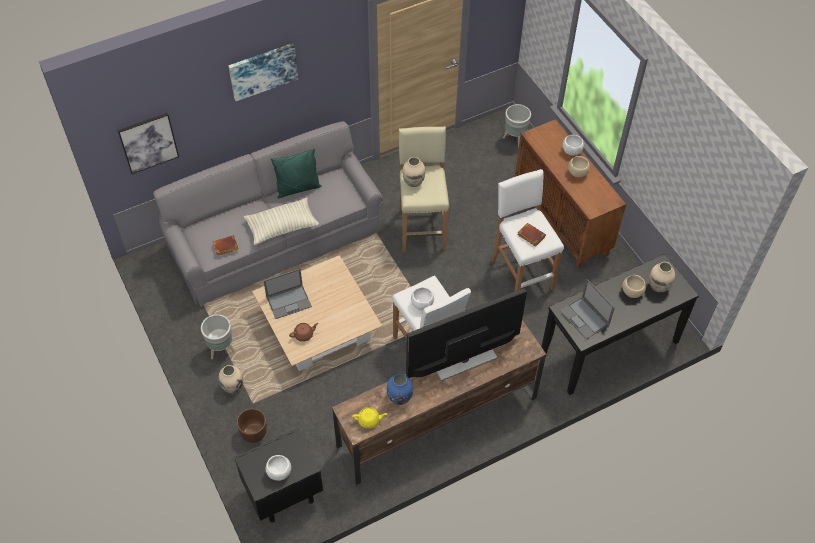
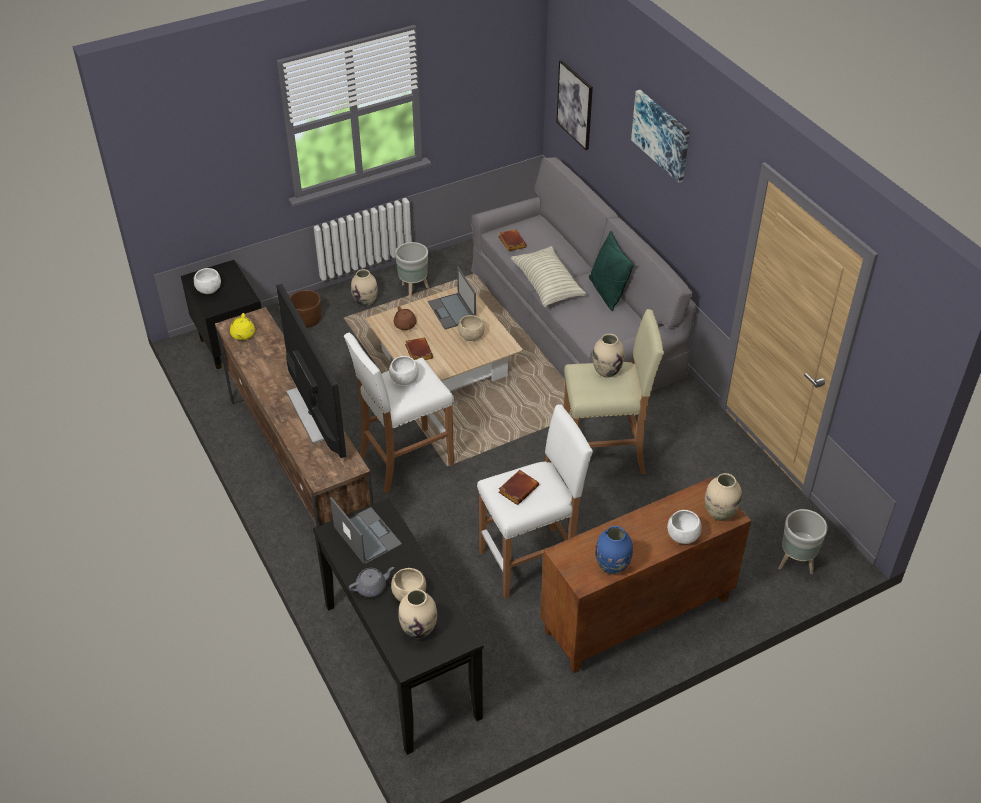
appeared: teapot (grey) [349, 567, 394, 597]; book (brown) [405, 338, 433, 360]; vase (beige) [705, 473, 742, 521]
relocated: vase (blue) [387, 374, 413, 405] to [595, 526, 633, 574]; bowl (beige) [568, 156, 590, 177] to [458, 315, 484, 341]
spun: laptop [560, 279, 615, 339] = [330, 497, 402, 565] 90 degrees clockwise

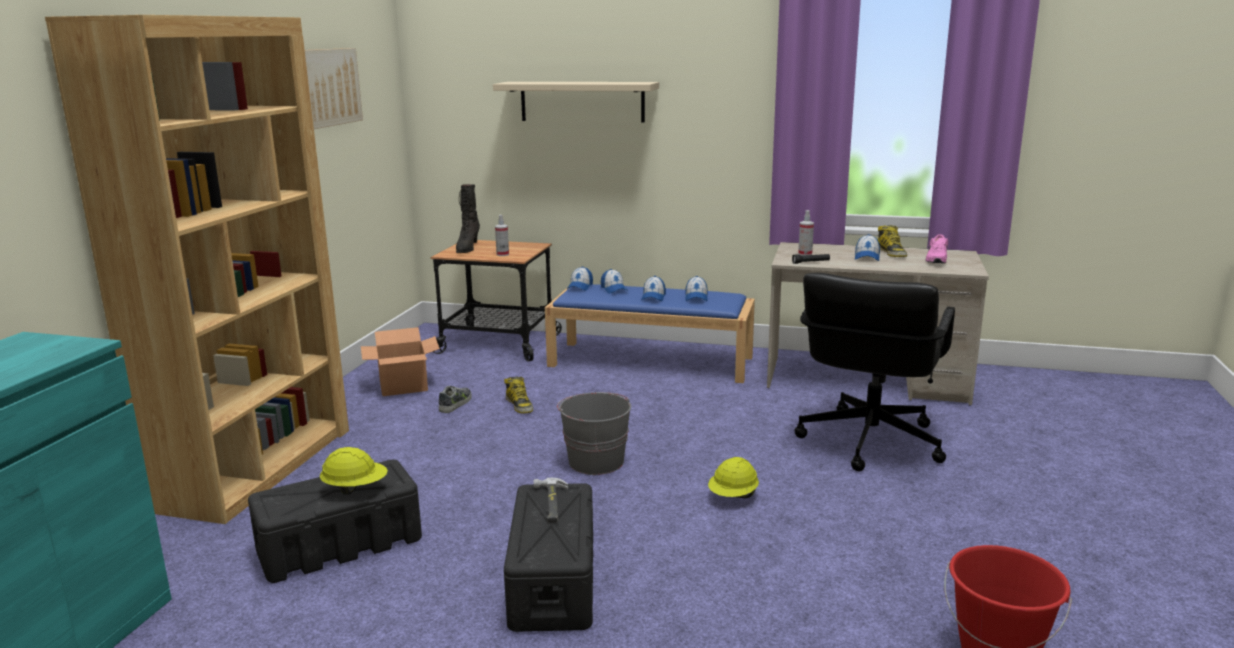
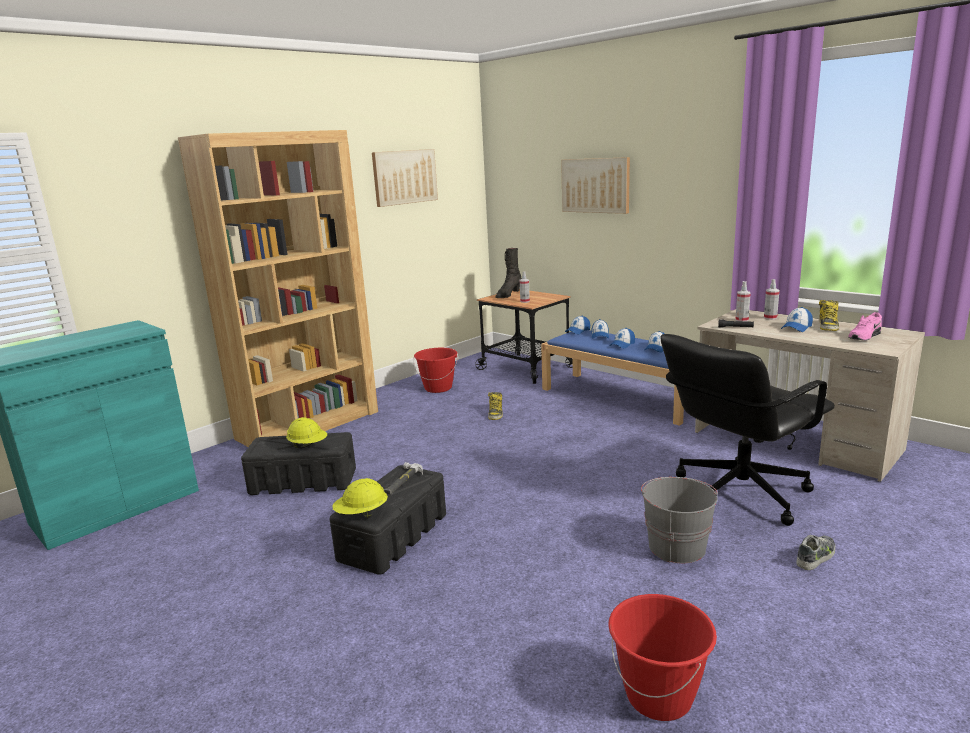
appeared: spray bottle [764, 279, 780, 320]
relocated: shoe [439, 386, 472, 413] to [796, 535, 835, 570]; bucket (grey) [557, 392, 631, 475] to [641, 477, 718, 563]; hard hat (yellow) [708, 457, 759, 498] to [332, 478, 388, 518]
exchanged: cardboard box [361, 327, 440, 396] to bucket (red) [413, 348, 458, 393]; shelf (beige) [493, 82, 659, 122] to picture [561, 157, 630, 214]

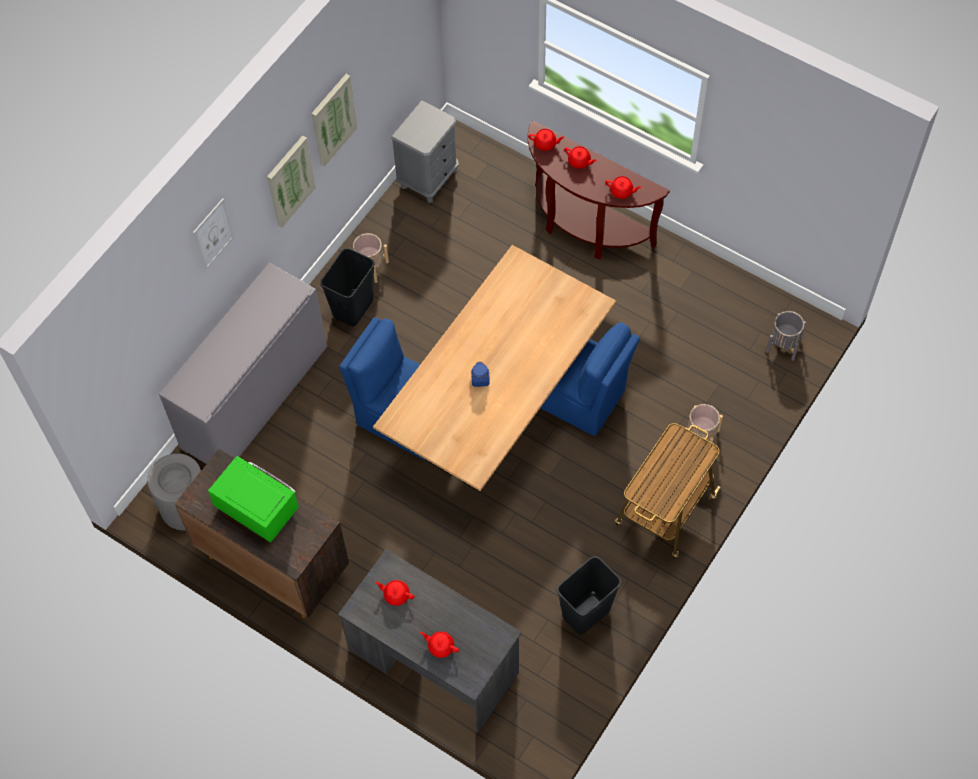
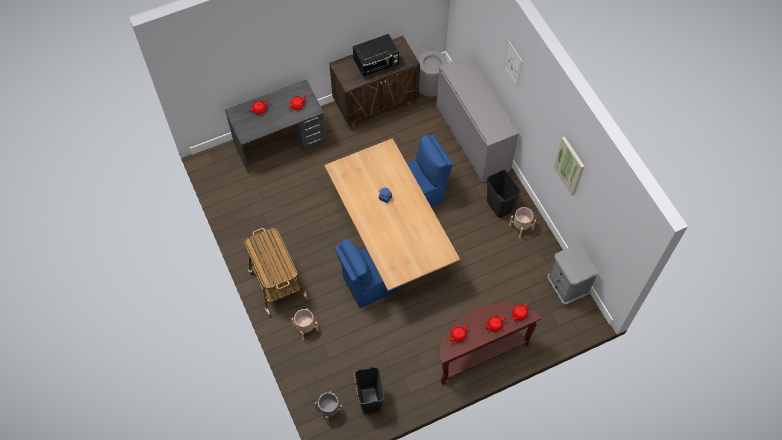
missing: picture [267, 135, 316, 228]
relocated: trash can (black) [557, 556, 622, 635] to [354, 367, 385, 414]
colour: microwave (green) [208, 456, 299, 543] to microwave (black) [353, 34, 399, 77]

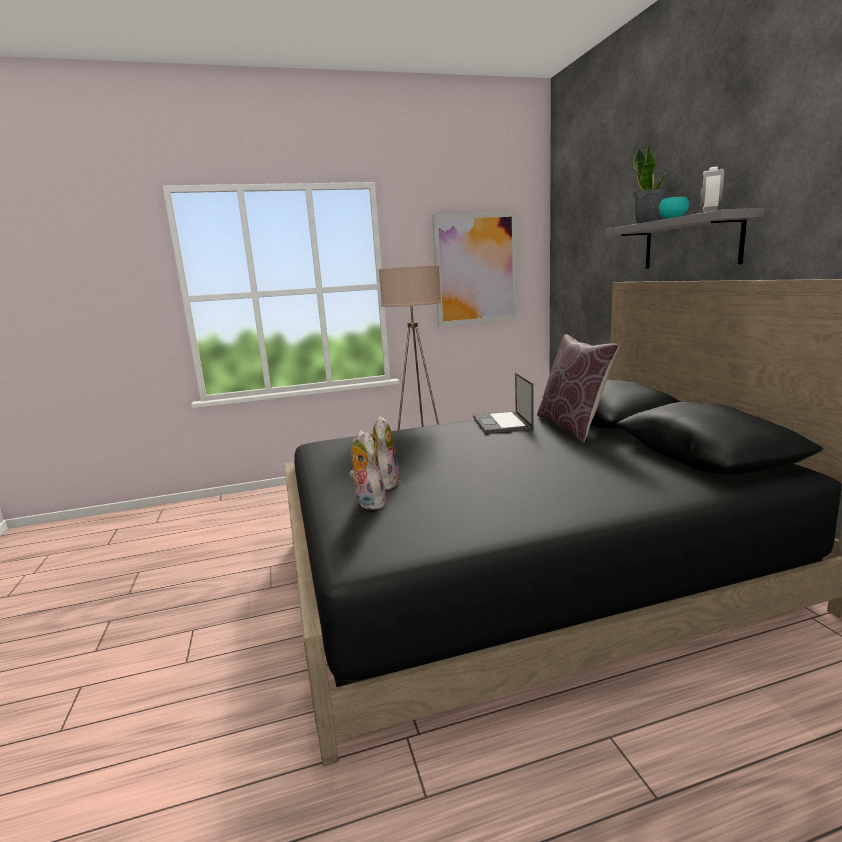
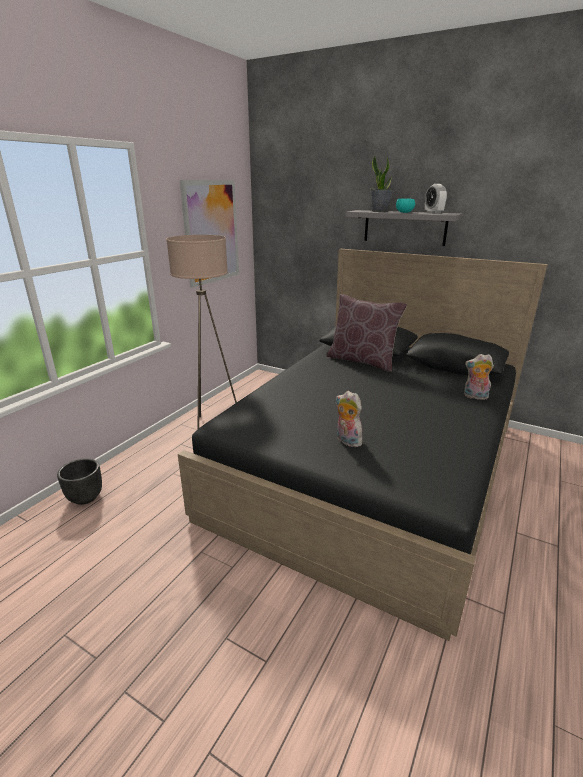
missing: laptop [473, 372, 534, 434]
appeared: planter (black) [57, 458, 102, 505]
relocated: plush toy [349, 430, 386, 510] to [464, 354, 494, 400]

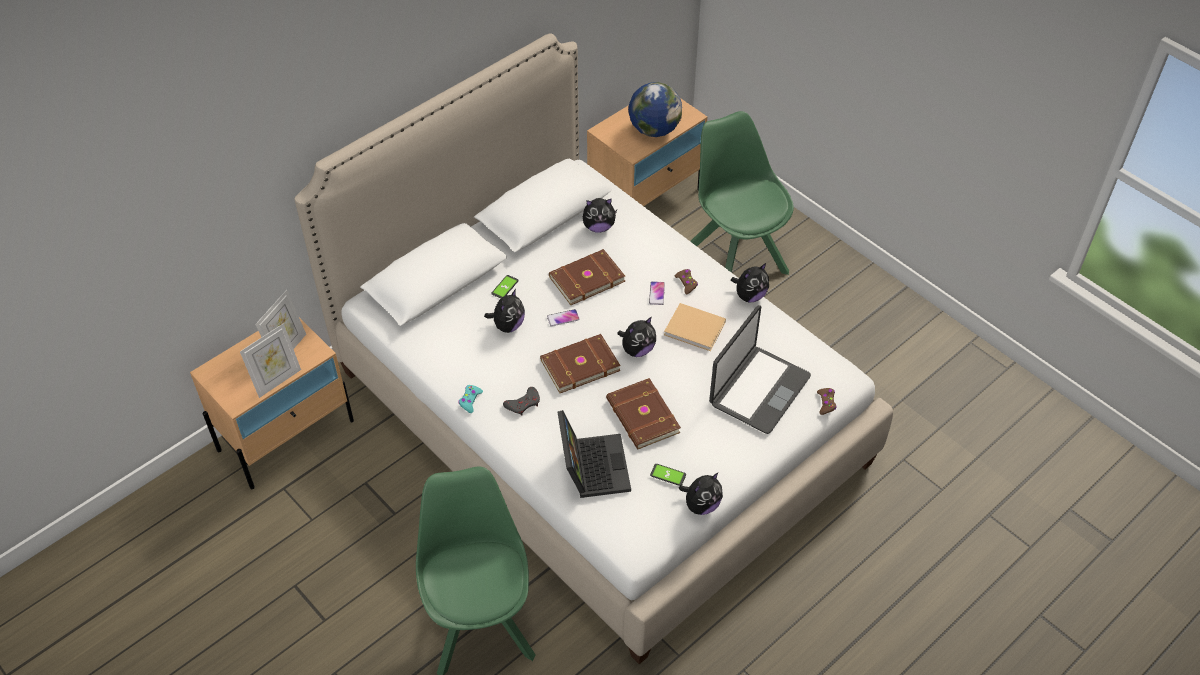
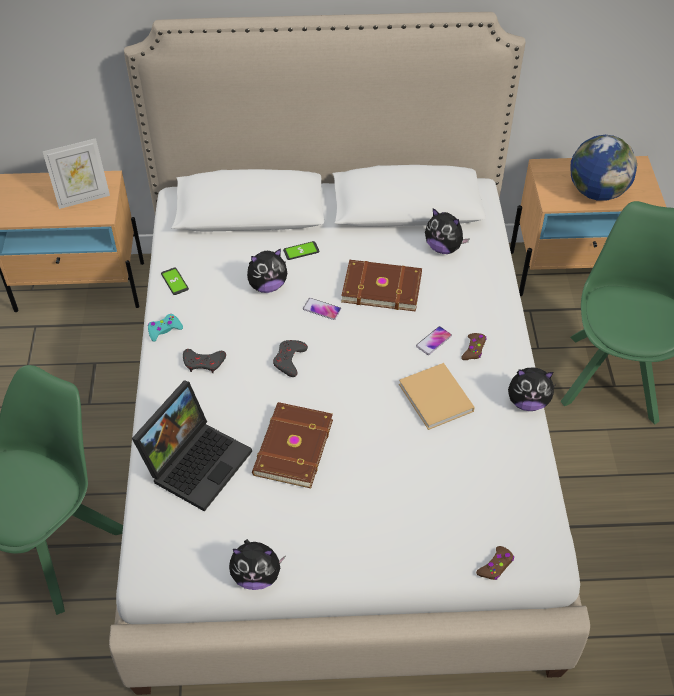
missing: picture frame [240, 323, 301, 398]; plush toy [617, 317, 656, 357]; laptop [709, 305, 811, 434]
relocated: phone [650, 464, 686, 486] to [161, 268, 189, 295]
exchanged: book (brown) [540, 334, 621, 393] to game controller (grey) [273, 340, 308, 377]

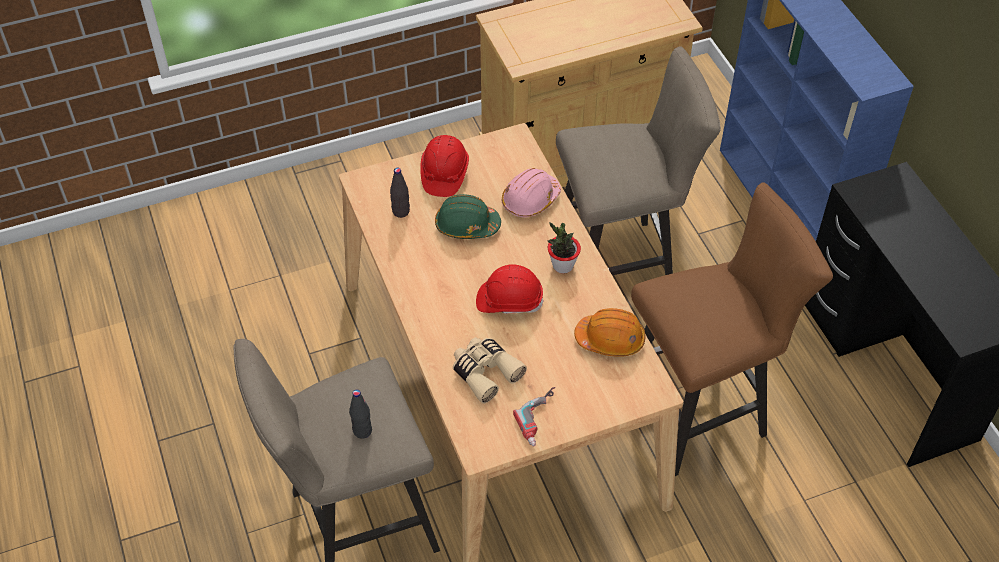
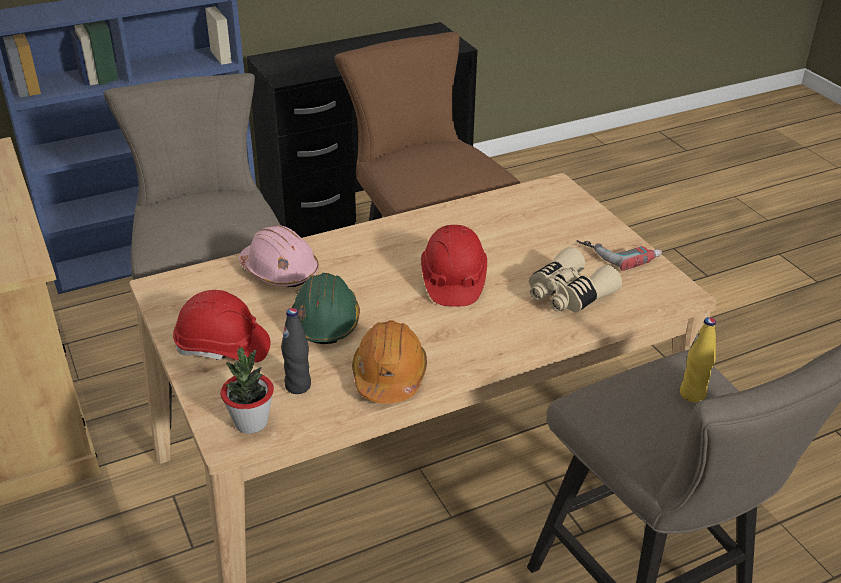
relocated: potted plant [547, 222, 581, 274] to [221, 347, 274, 434]; hard hat (orange) [574, 308, 645, 357] to [352, 320, 427, 404]
colour: bottle (black) [349, 389, 372, 439] to bottle (yellow) [680, 317, 716, 403]

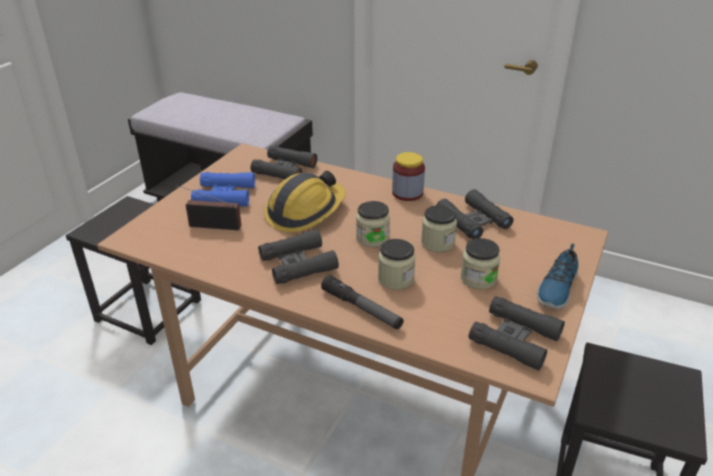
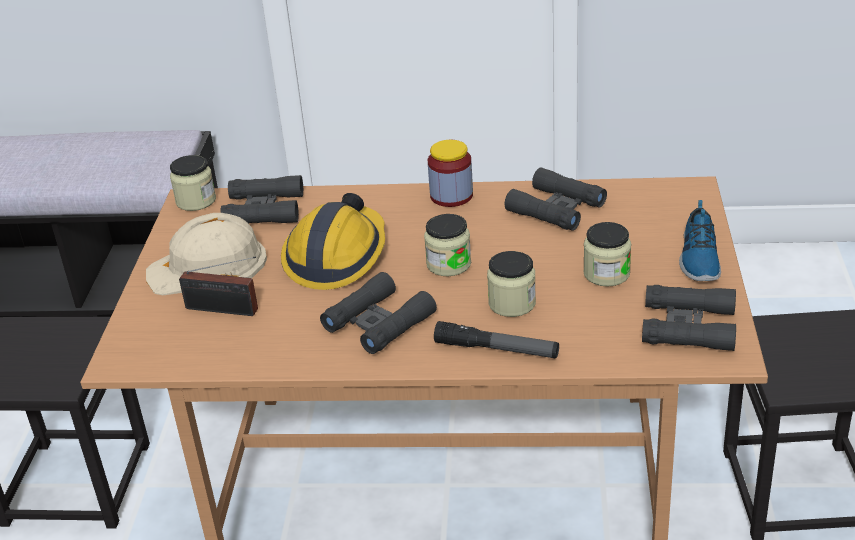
relocated: jar [421, 205, 457, 252] to [170, 155, 216, 211]
exchanged: binoculars (blue) [191, 172, 255, 207] to hard hat (beige) [146, 213, 267, 295]
spun: radio [177, 185, 241, 230] = [179, 257, 258, 316] 150 degrees counterclockwise

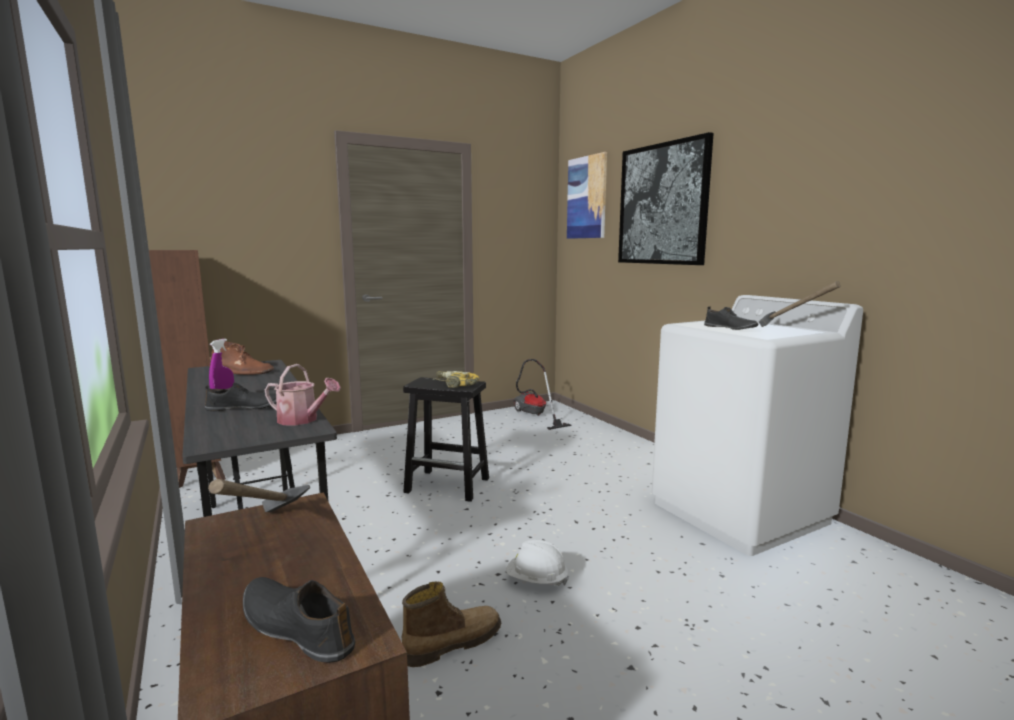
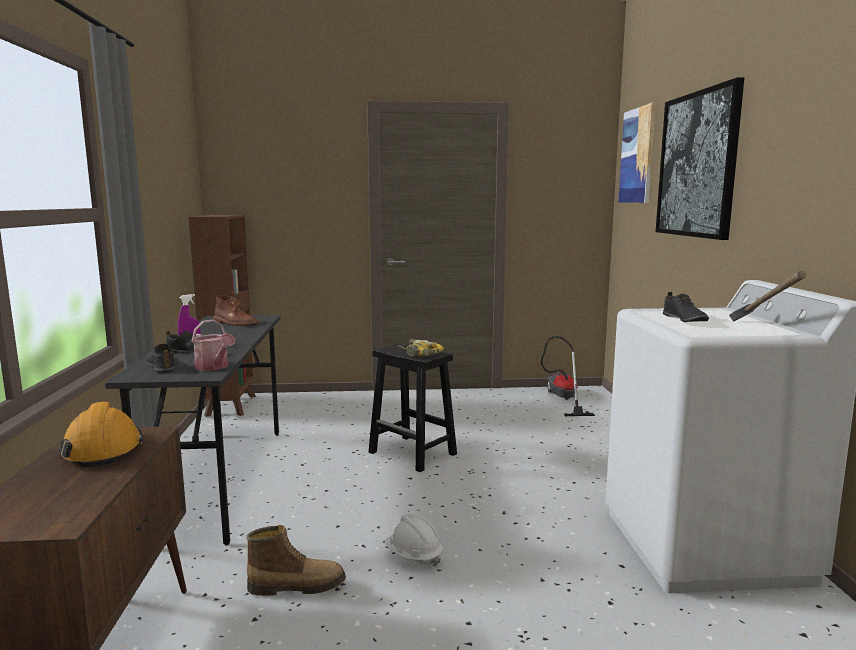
relocated: shoe (black) [243, 577, 355, 663] to [146, 344, 175, 373]
exchanged: hammer [208, 479, 310, 512] to hard hat (orange) [59, 402, 143, 467]

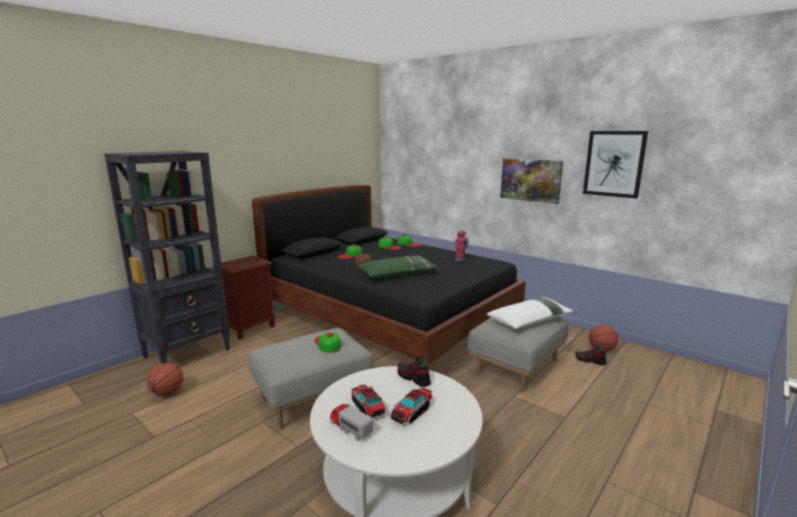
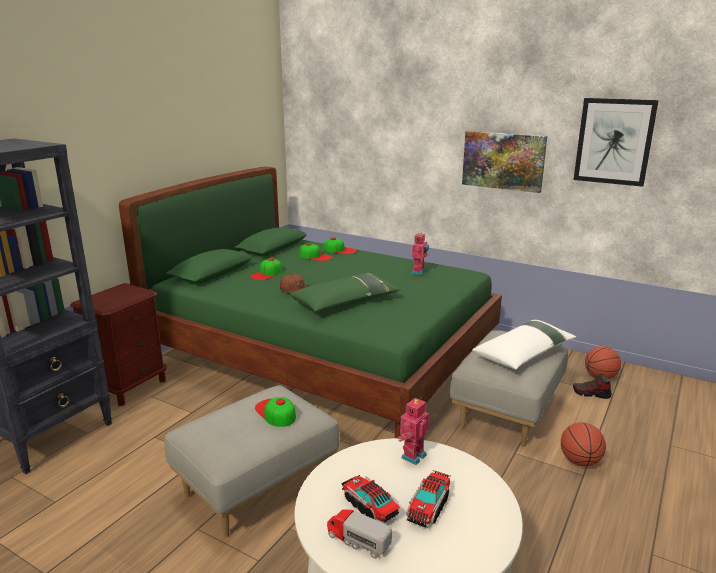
relocated: basketball [147, 363, 183, 396] to [561, 422, 606, 466]
exchanged: shoe [398, 356, 431, 387] to toy robot [397, 397, 429, 465]
colour: bed (black) [252, 185, 526, 365] to bed (green) [119, 167, 502, 438]

